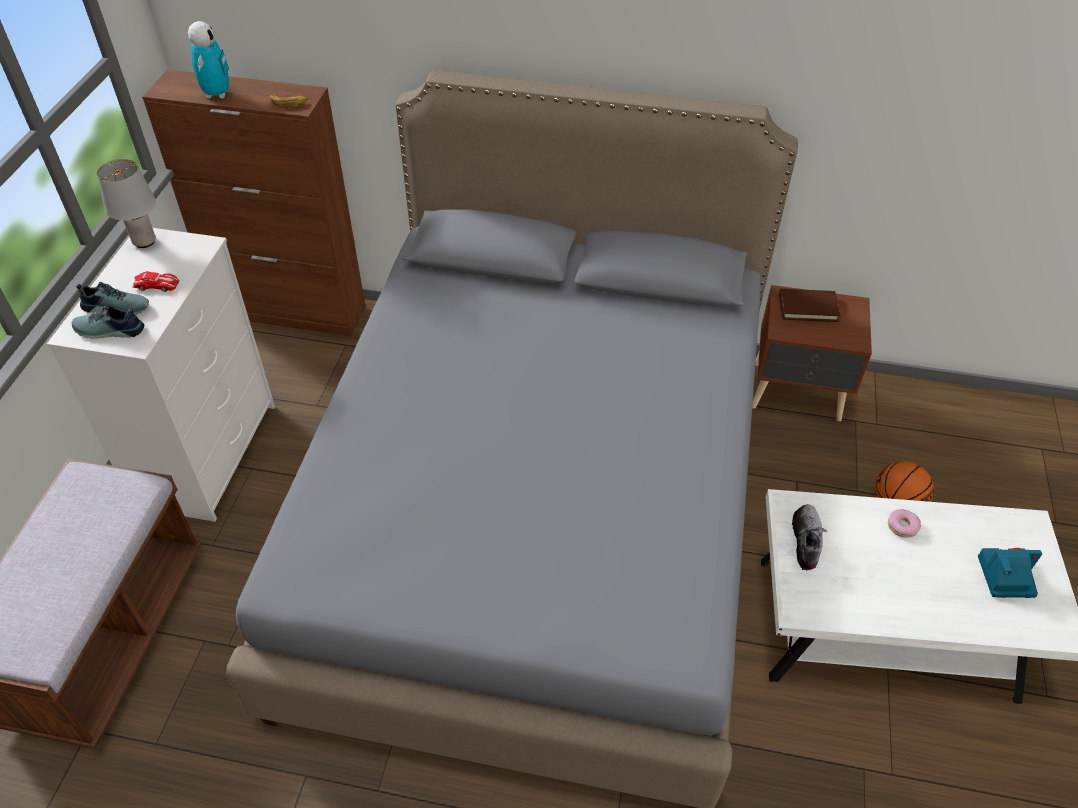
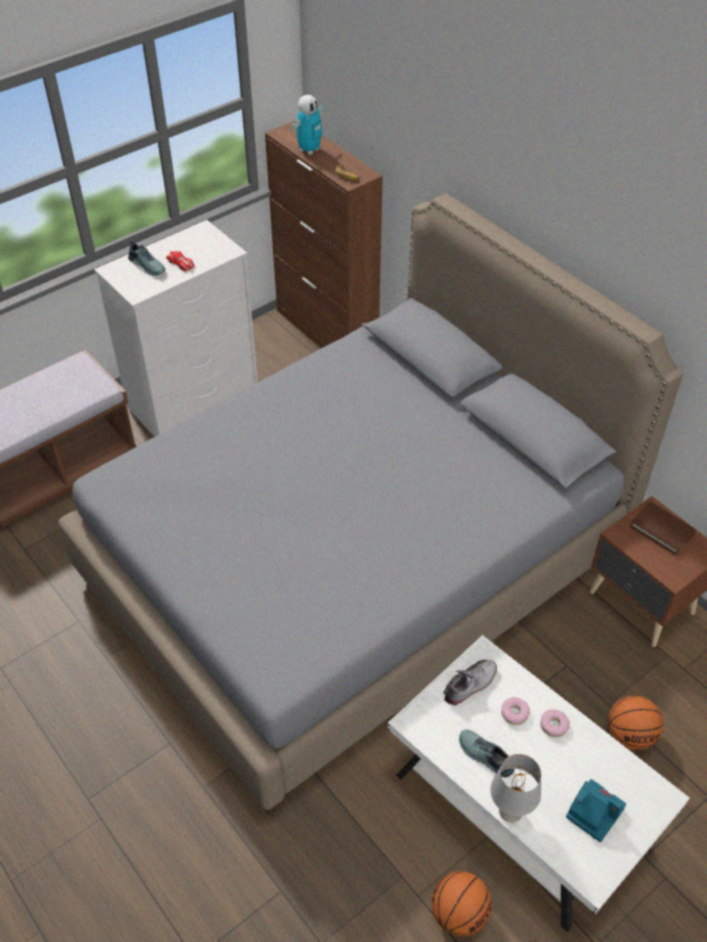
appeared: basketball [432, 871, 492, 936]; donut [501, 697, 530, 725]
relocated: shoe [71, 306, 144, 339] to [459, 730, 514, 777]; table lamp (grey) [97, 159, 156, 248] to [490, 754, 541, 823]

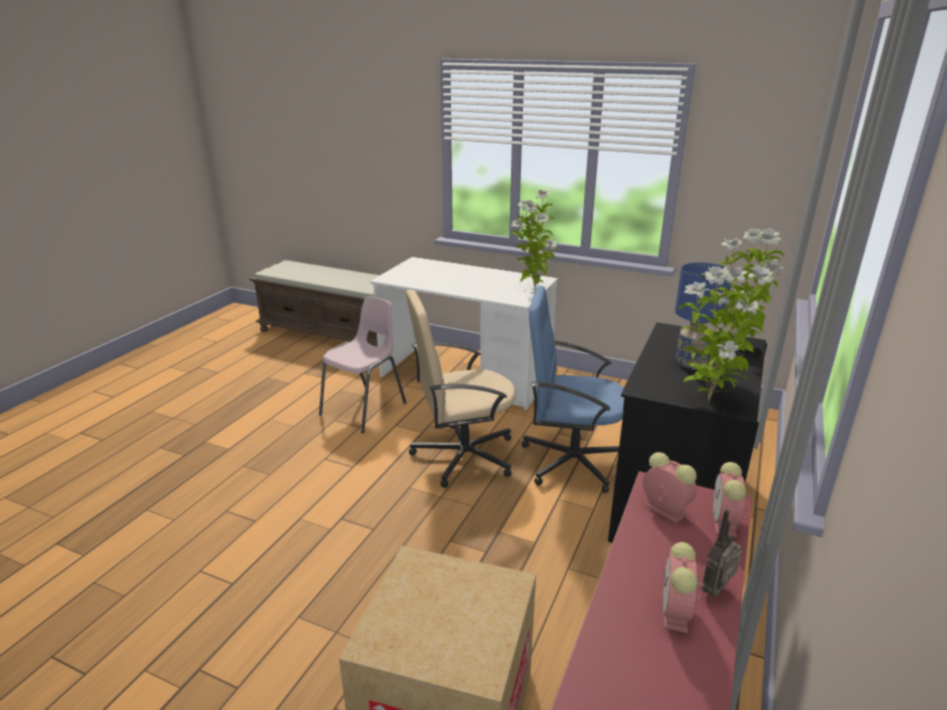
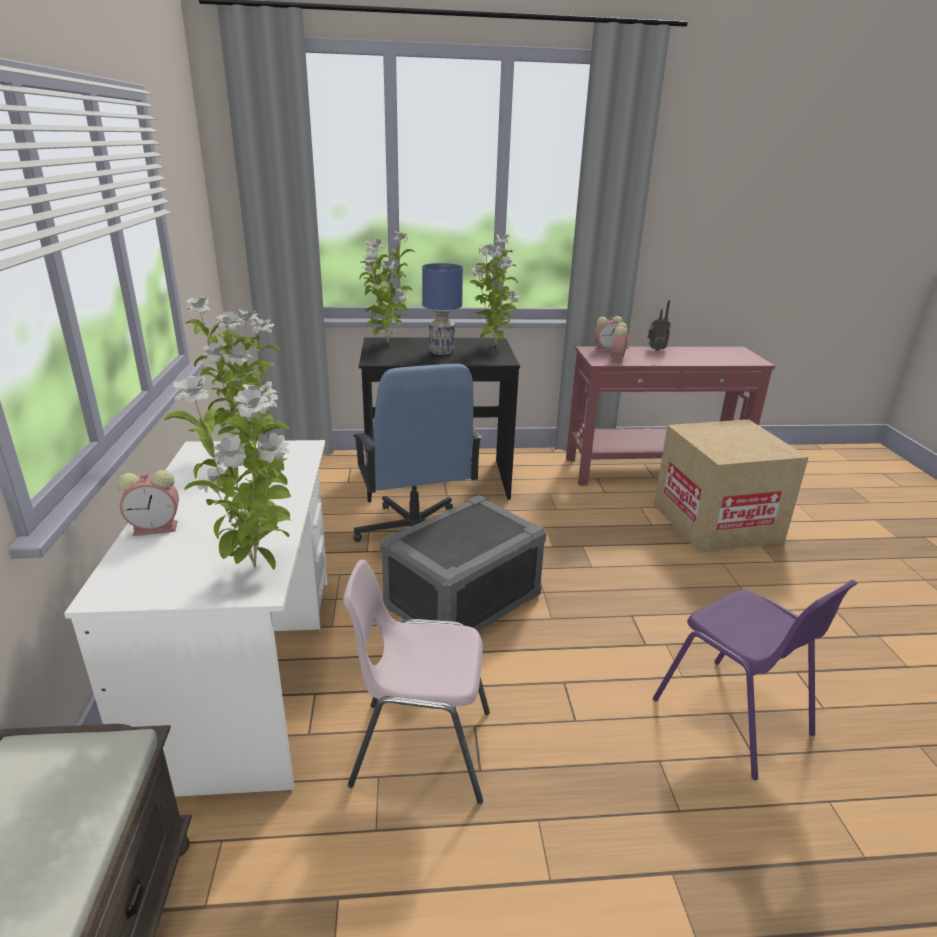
appeared: potted plant [163, 376, 291, 570]; chair (purple) [653, 580, 858, 780]
relocated: alarm clock [663, 542, 703, 633] to [117, 470, 179, 536]
exchanged: office chair (beige) [406, 290, 516, 488] to storage box (grey) [380, 495, 546, 632]

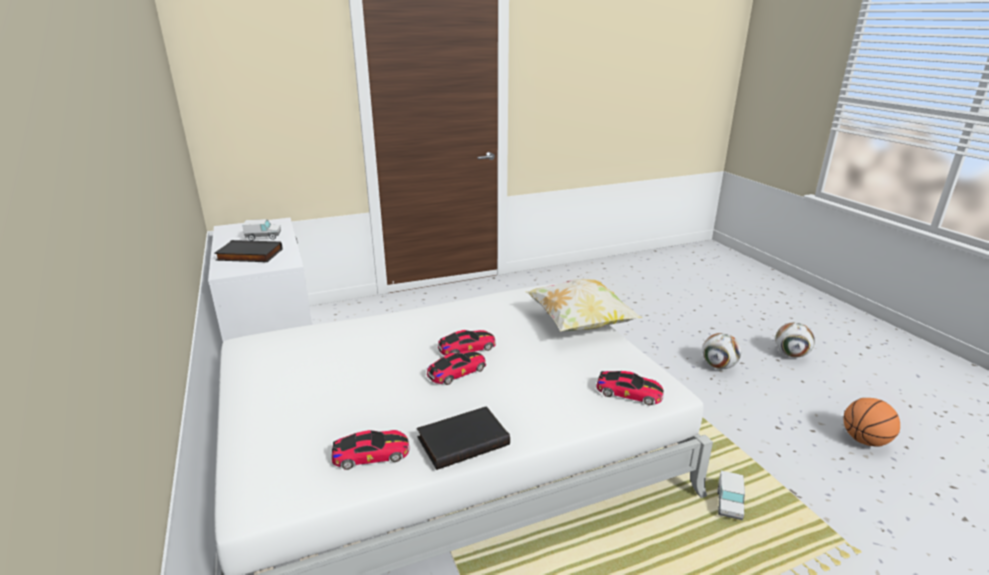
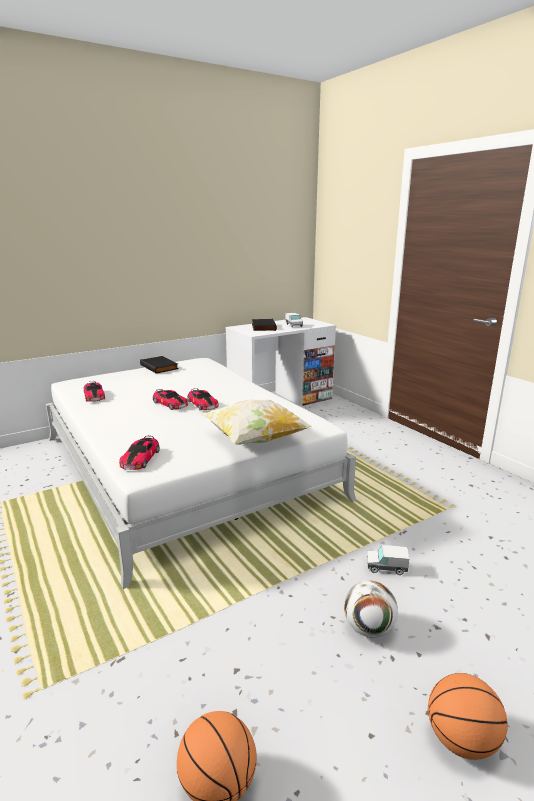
relocated: book (black) [417, 406, 510, 470] to [140, 356, 179, 374]; toy truck [718, 471, 745, 520] to [367, 545, 409, 575]
exchanged: football [775, 322, 815, 358] to basketball [428, 673, 508, 760]

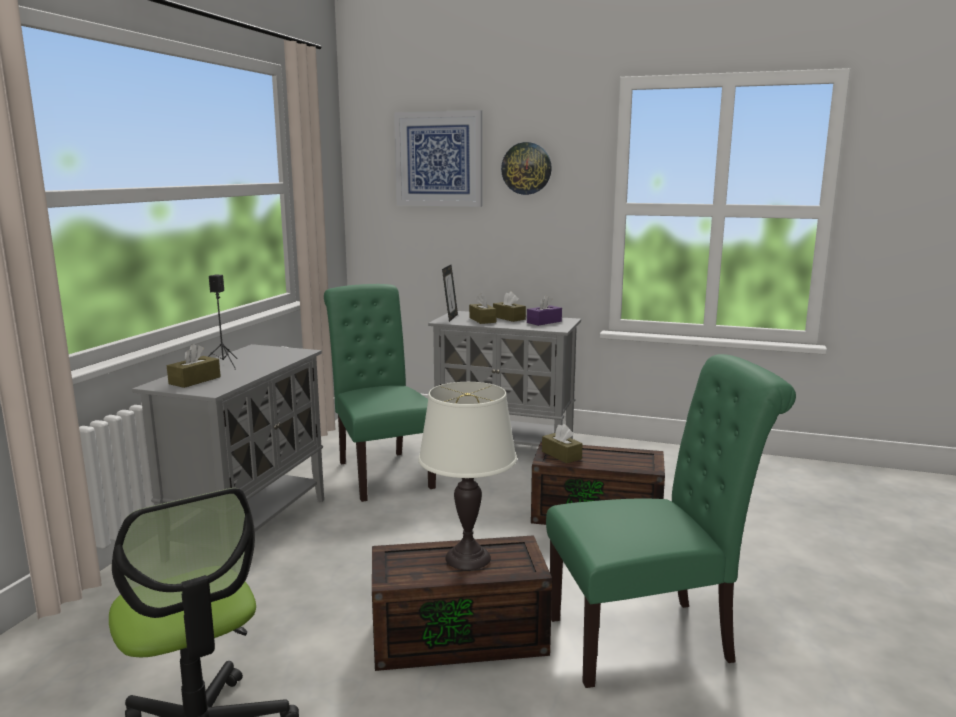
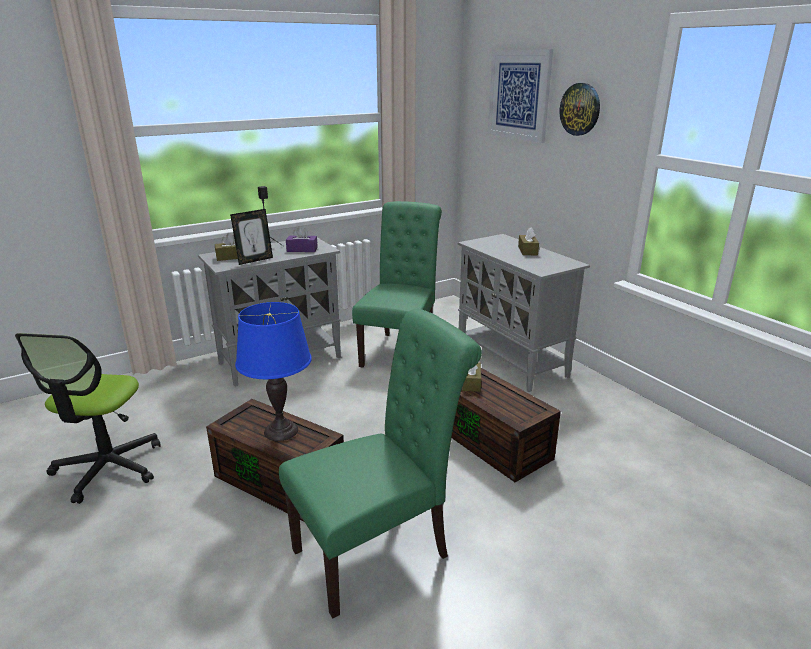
missing: tissue box (brown) [469, 293, 496, 324]
relocated: picture frame [442, 265, 458, 322] to [230, 209, 273, 265]; tissue box (purple) [527, 295, 562, 326] to [286, 226, 318, 252]
colour: table lamp (white) [418, 382, 517, 570] to table lamp (blue) [235, 302, 312, 441]
spun: chair (green) [546, 354, 796, 688] = [279, 309, 482, 619] 60 degrees counterclockwise

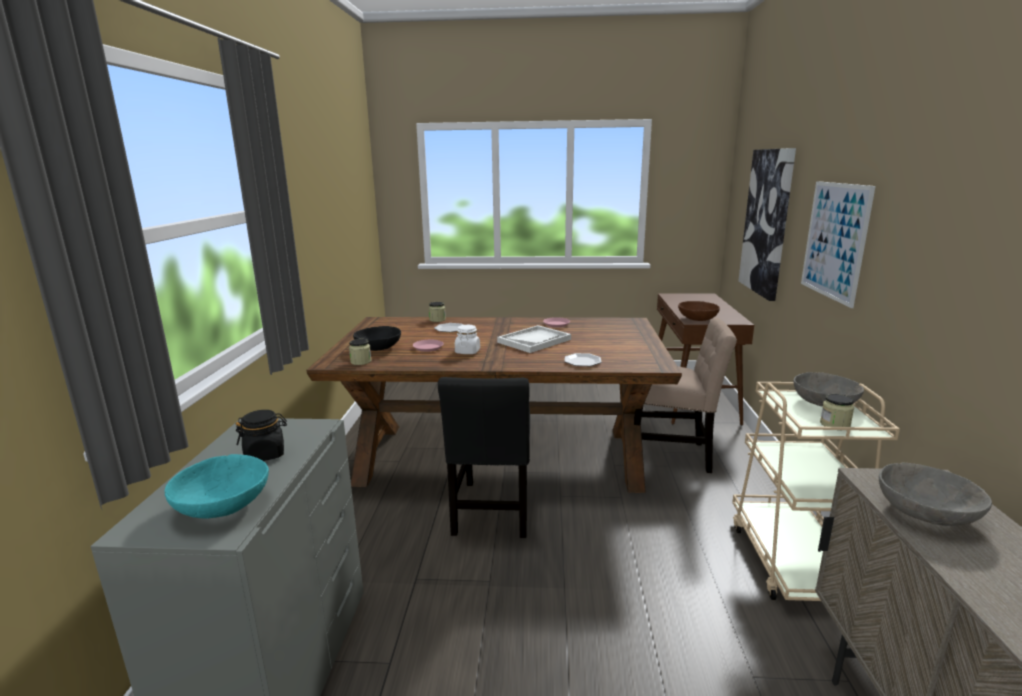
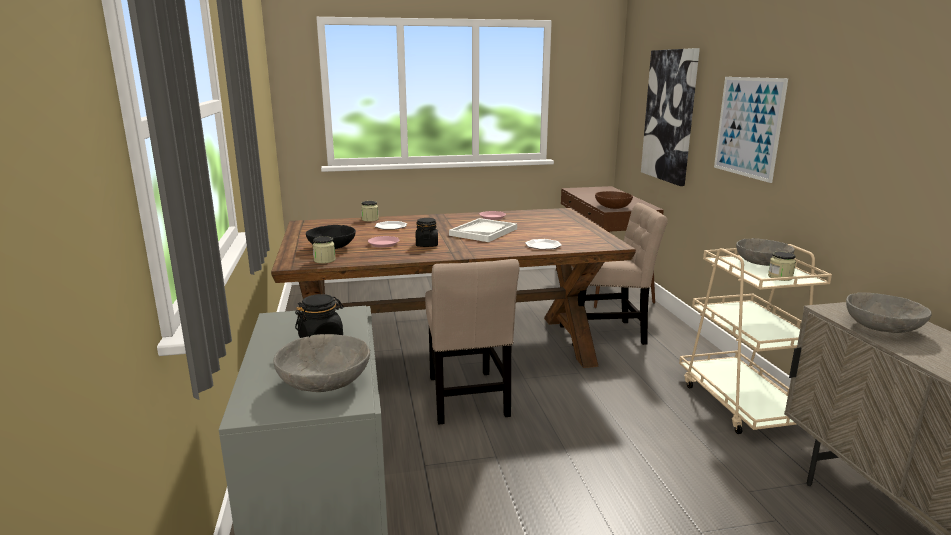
colour: bowl (turquoise) [165, 454, 269, 519] to bowl (grey) [273, 334, 370, 392]; chair (black) [438, 377, 530, 538] to chair (beige) [425, 259, 520, 425]; jar (white) [455, 325, 480, 354] to jar (black) [416, 218, 438, 247]

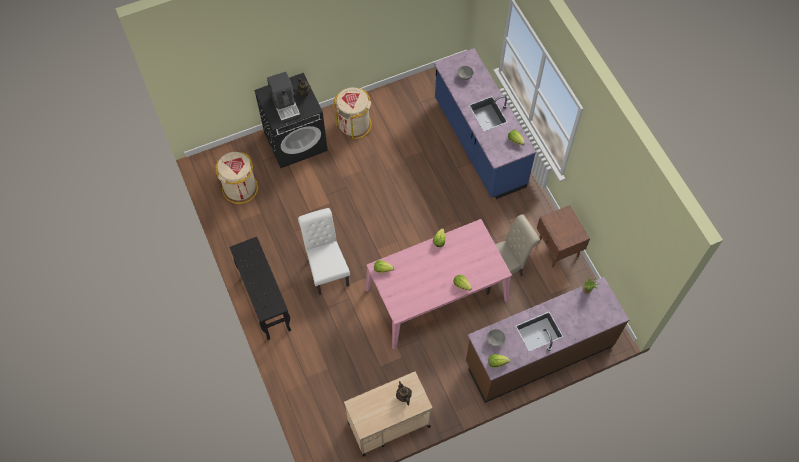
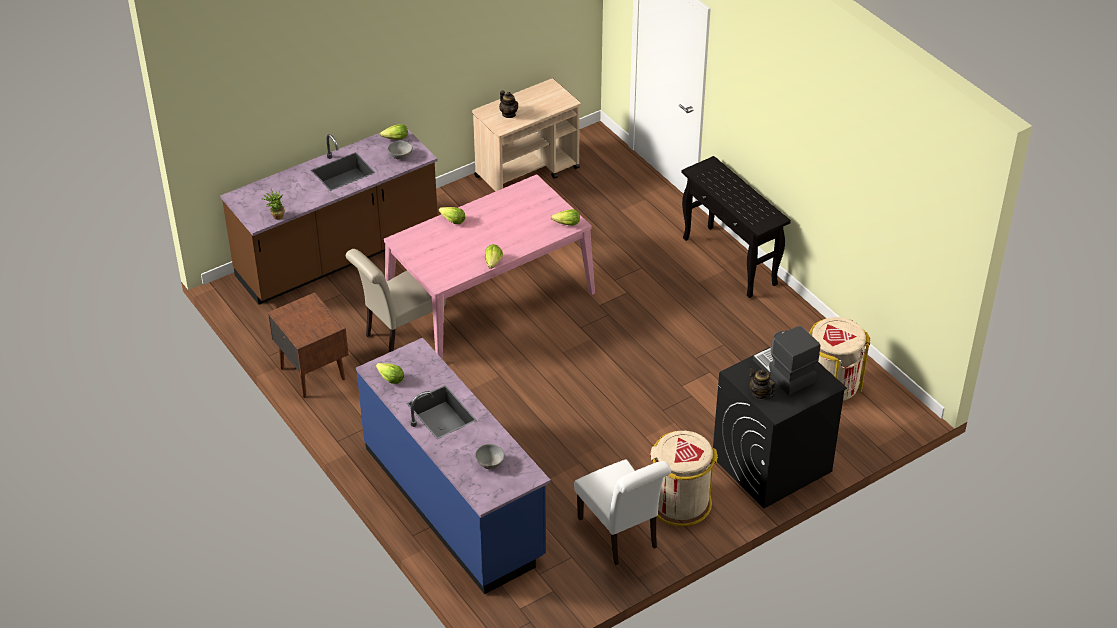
relocated: chair (white) [298, 208, 350, 295] to [574, 459, 671, 565]

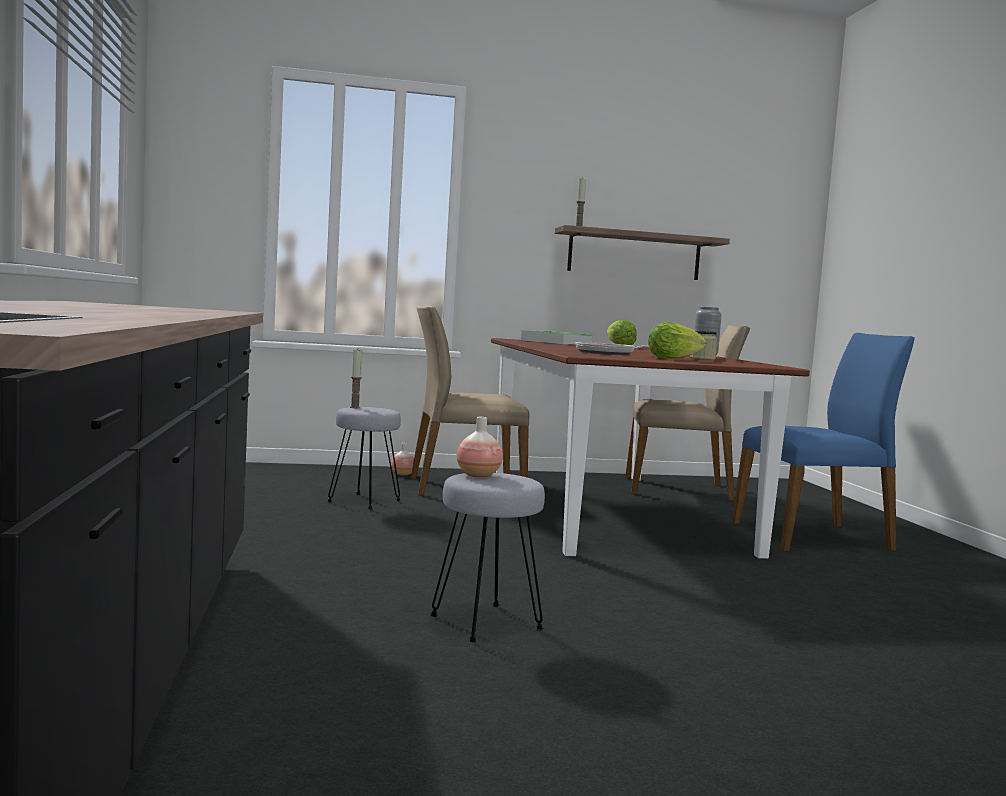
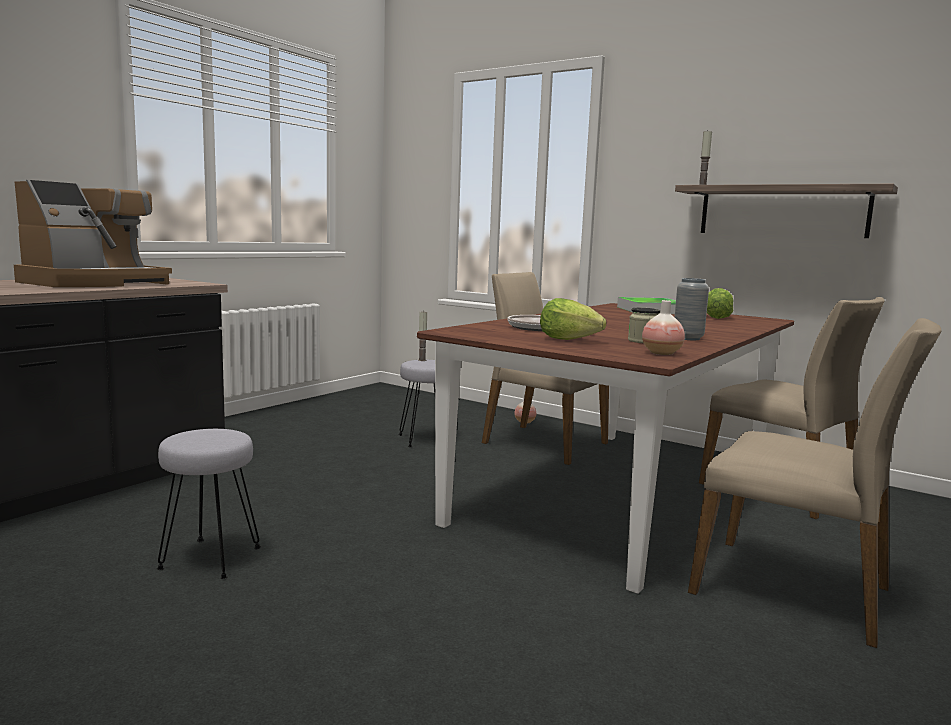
appeared: coffee machine [14, 180, 172, 287]
relocated: vase [457, 417, 503, 477] to [642, 300, 685, 355]
colour: chair (blue) [731, 333, 915, 551] to chair (beige) [688, 318, 942, 648]

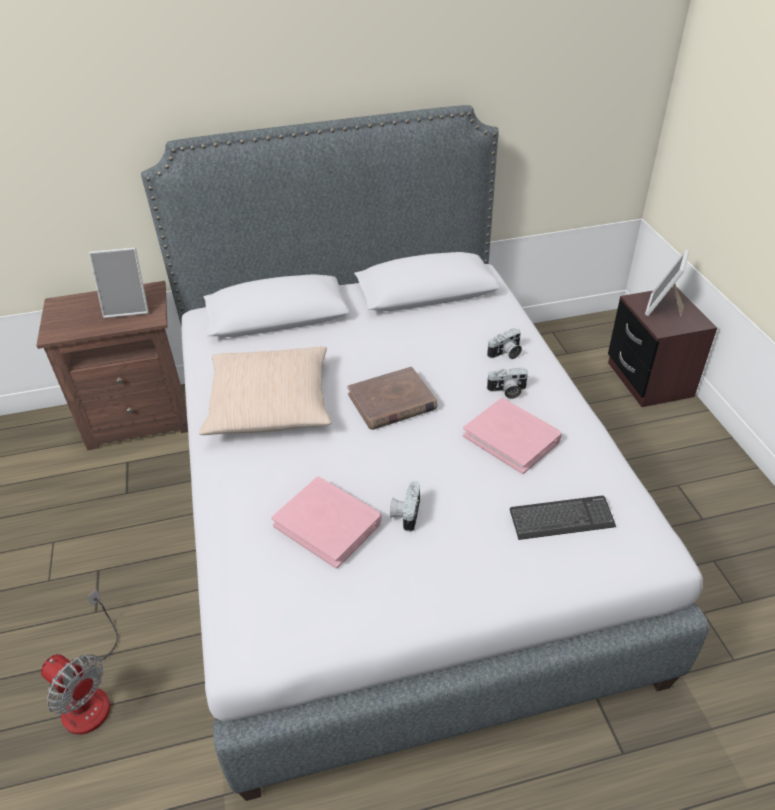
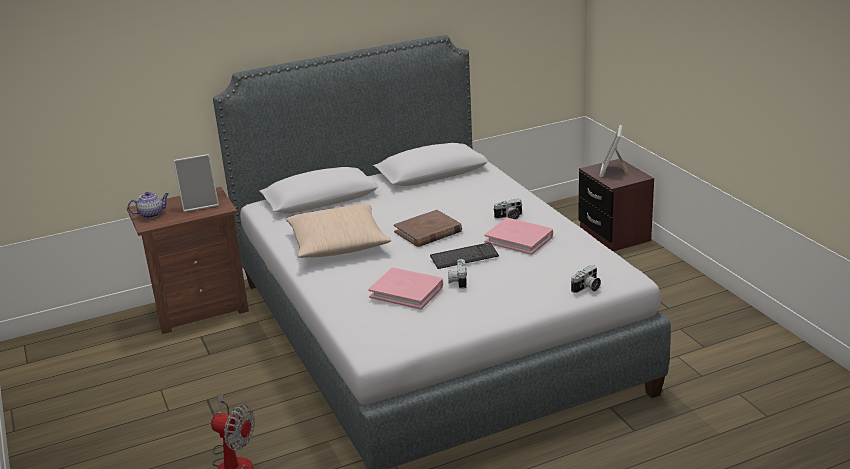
appeared: teapot [128, 192, 169, 218]
relocated: photo camera [487, 328, 522, 359] to [571, 265, 601, 293]; keyboard [510, 496, 616, 540] to [430, 242, 499, 269]

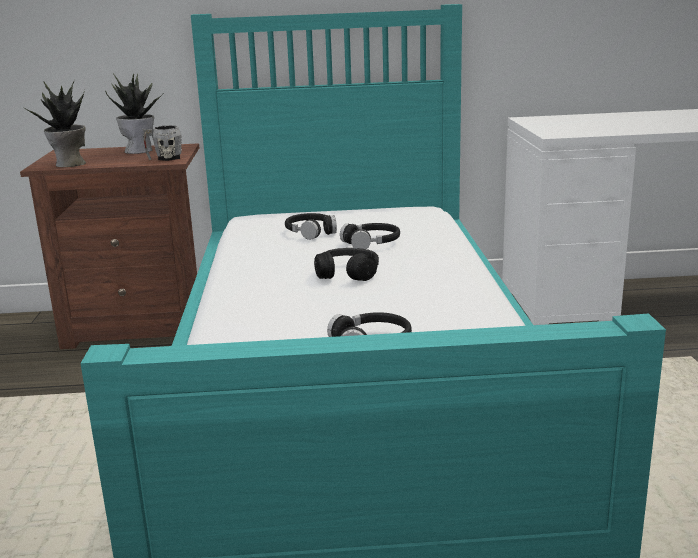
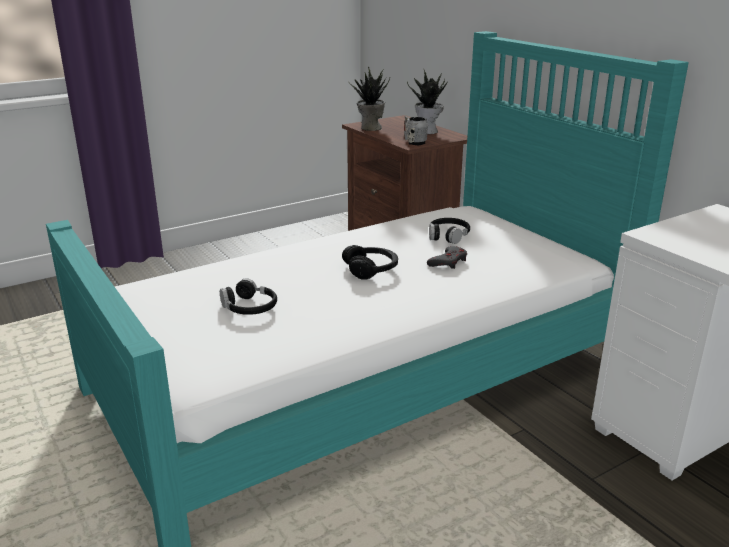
exchanged: headphones (black) [340, 223, 400, 249] to game controller (grey) [427, 246, 467, 269]

